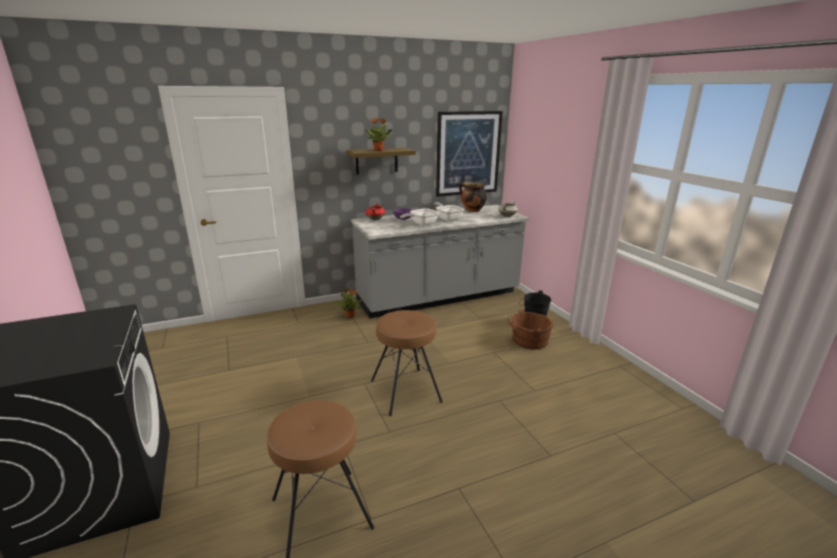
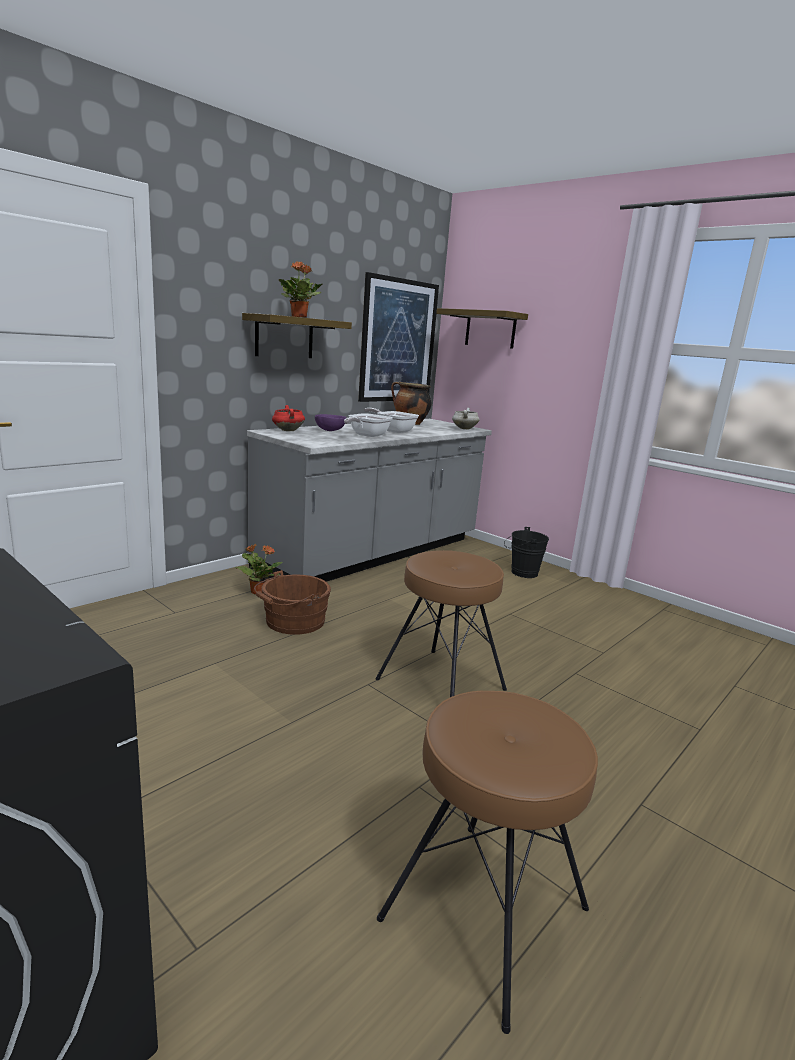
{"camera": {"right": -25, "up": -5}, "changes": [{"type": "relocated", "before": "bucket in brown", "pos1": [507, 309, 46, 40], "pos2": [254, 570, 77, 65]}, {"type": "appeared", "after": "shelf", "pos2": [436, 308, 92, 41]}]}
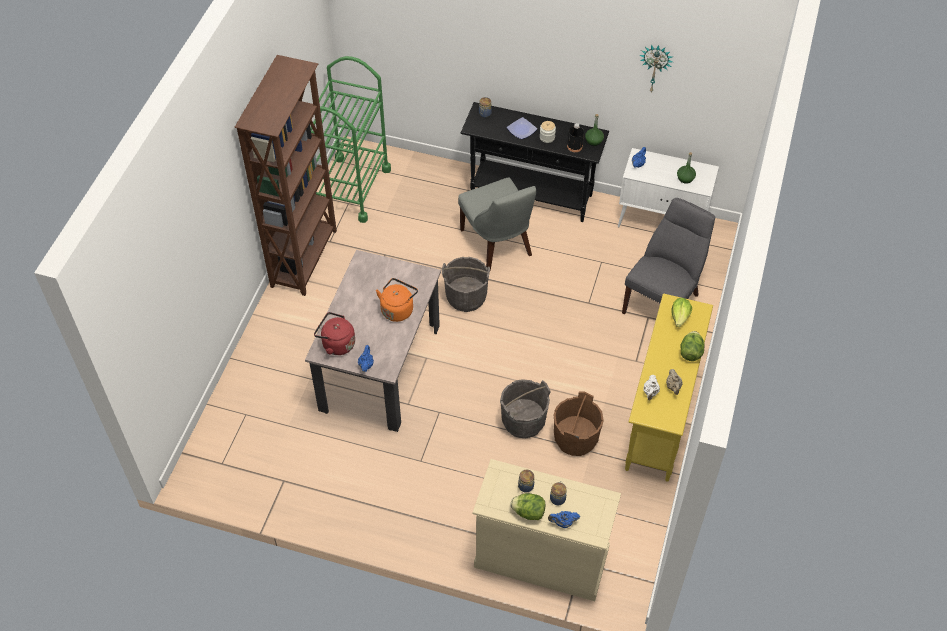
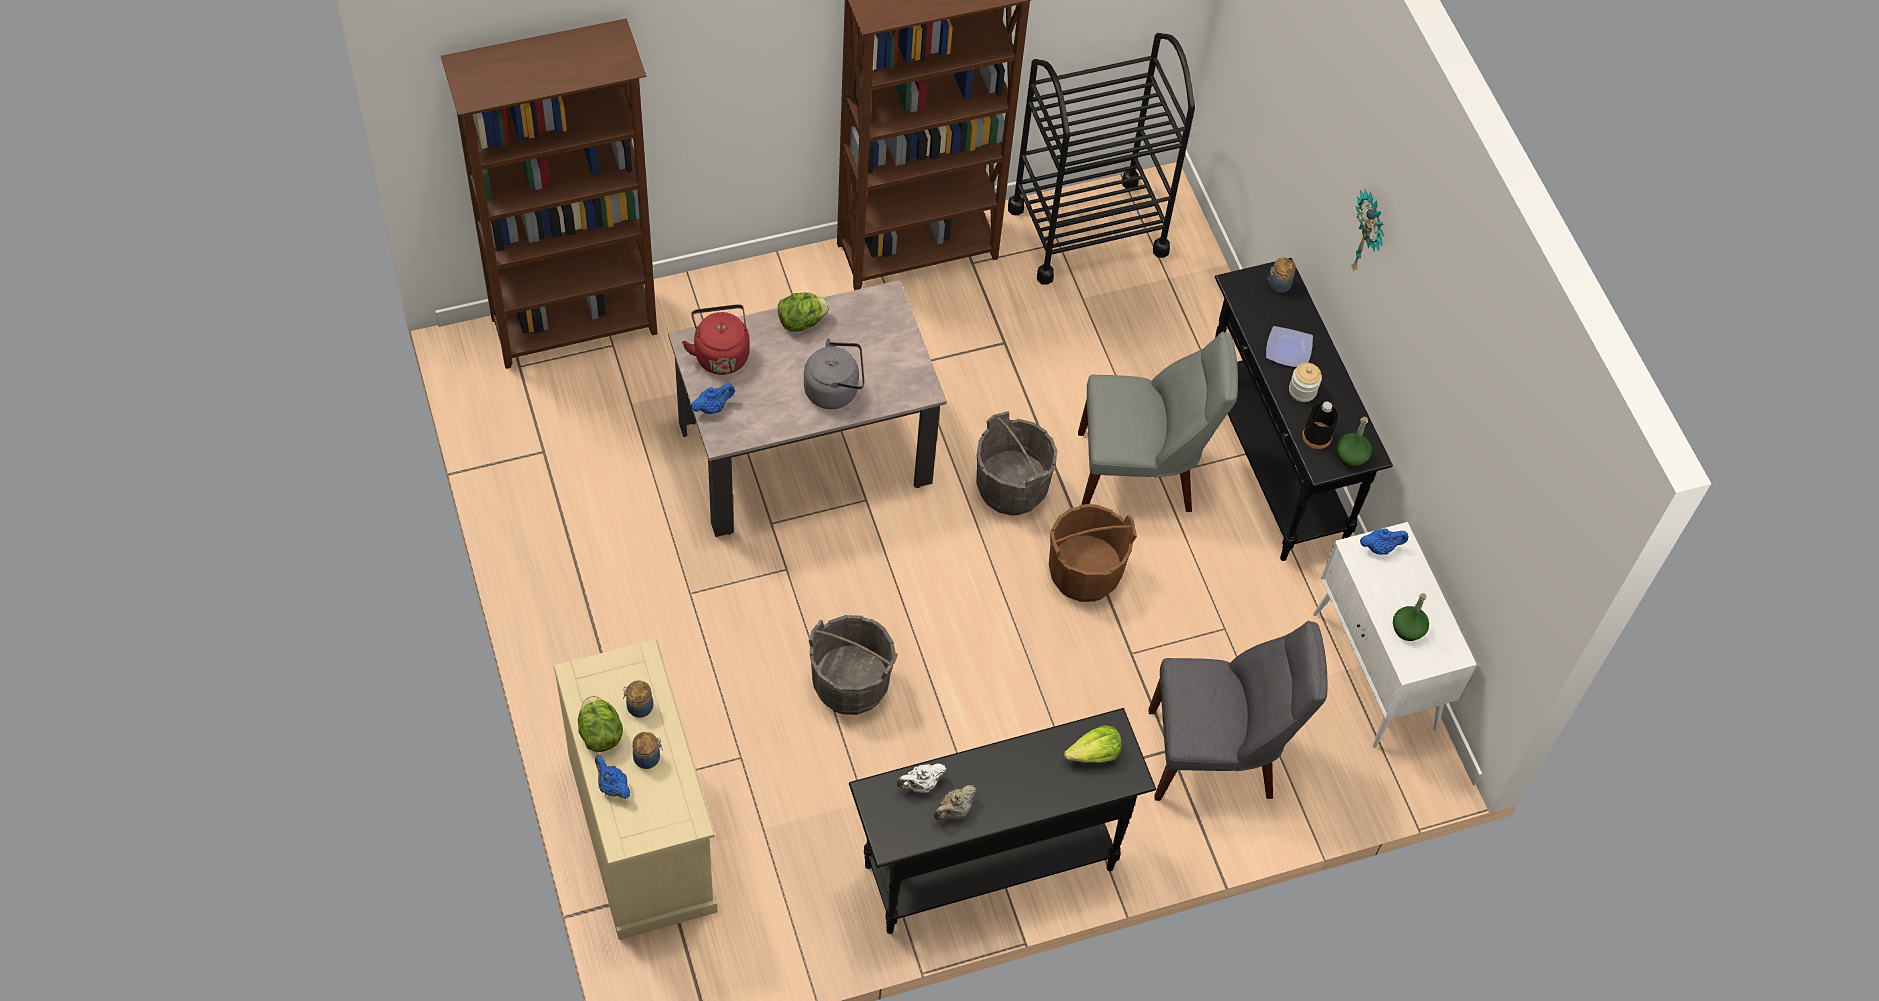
{"camera": {"right": 50, "up": 5}, "changes": [{"type": "relocated", "before": "wall clock", "pos1": [639, 45, 33, 47], "pos2": [1351, 189, 33, 82]}, {"type": "colour", "before": "cart in green", "after": "cart in black", "pos1": [310, 56, 81, 167], "pos2": [1008, 33, 187, 252]}, {"type": "spun", "before": "chair in grey", "pos1": [458, 177, 78, 94], "pos2": [1078, 332, 160, 180], "turn": -120}, {"type": "colour", "before": "kettle in orange", "after": "kettle in grey", "pos1": [376, 278, 42, 44], "pos2": [804, 339, 61, 70]}, {"type": "colour", "before": "console table in yellow", "after": "console table in black", "pos1": [625, 293, 88, 188], "pos2": [849, 708, 307, 226]}, {"type": "relocated", "before": "lettuce", "pos1": [680, 331, 25, 30], "pos2": [778, 292, 51, 40]}, {"type": "relocated", "before": "bucket in brown", "pos1": [553, 392, 51, 64], "pos2": [1049, 504, 88, 98]}, {"type": "appeared", "after": "bookcase in brown", "pos2": [441, 18, 216, 351]}]}
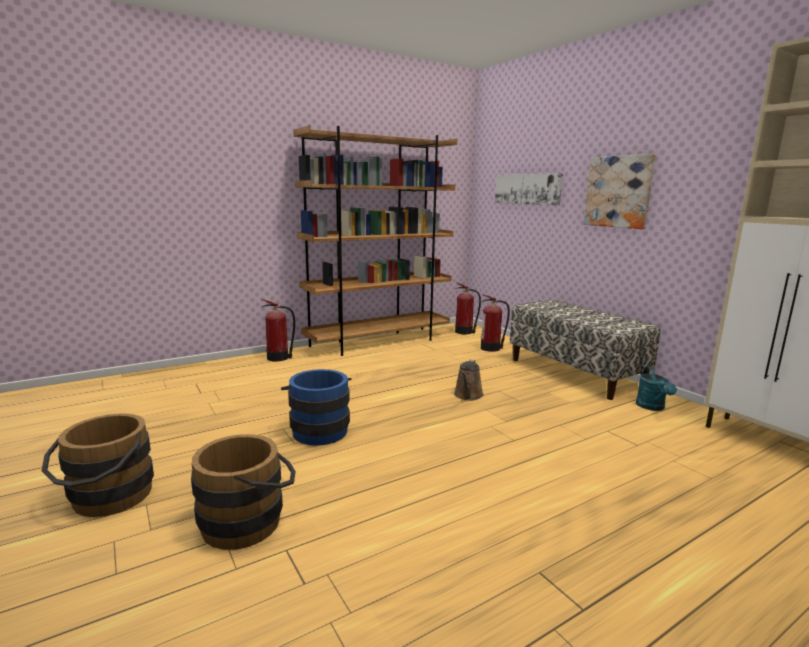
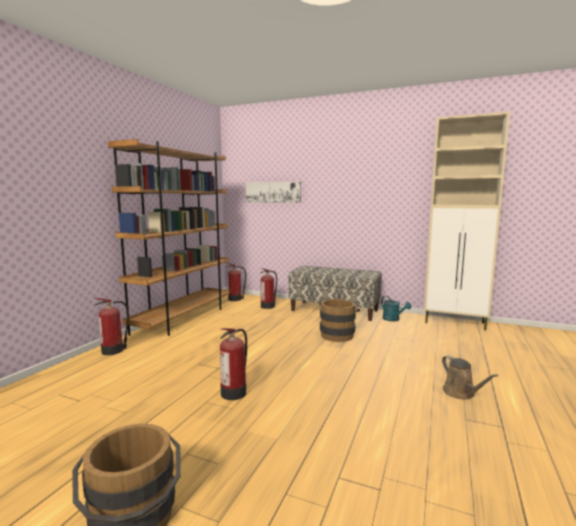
{"camera": {"right": -35, "up": -5}, "changes": [{"type": "missing", "before": "picture", "pos1": [584, 154, 72, 75]}, {"type": "relocated", "before": "watering can in brown", "pos1": [454, 360, 30, 40], "pos2": [442, 355, 56, 44]}, {"type": "exchanged", "before": "bucket in blue", "after": "fire extinguisher", "pos1": [281, 369, 71, 77], "pos2": [220, 328, 27, 72]}, {"type": "relocated", "before": "bucket in brown", "pos1": [191, 434, 105, 116], "pos2": [319, 299, 41, 43]}]}
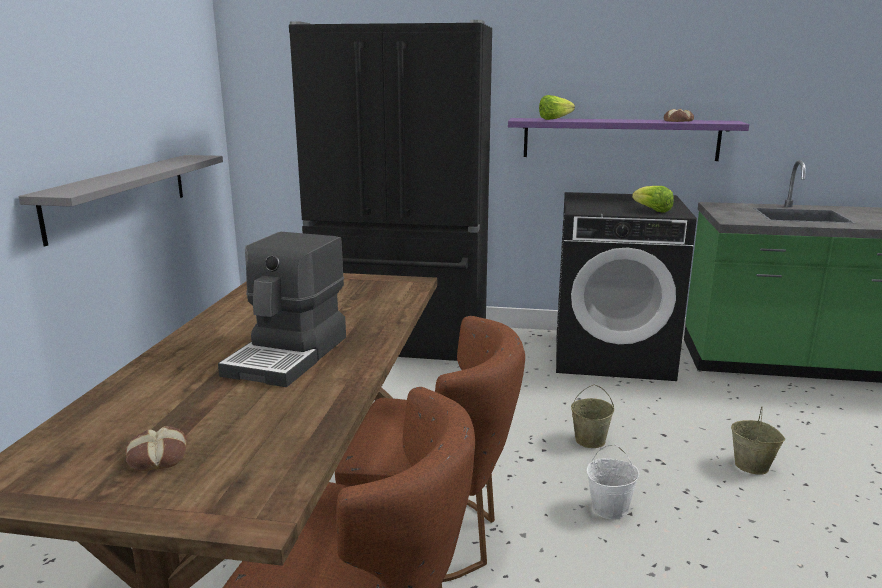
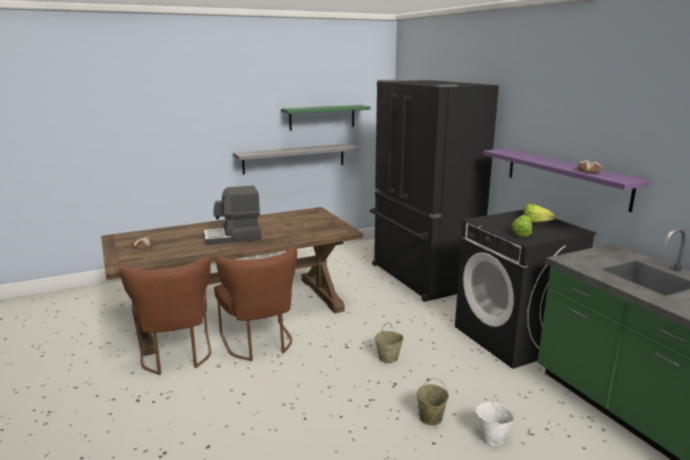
{"camera": {"right": 55, "up": 0}, "changes": [{"type": "relocated", "before": "lettuce", "pos1": [539, 95, 36, 25], "pos2": [523, 204, 33, 19]}, {"type": "relocated", "before": "bucket in white", "pos1": [587, 444, 52, 75], "pos2": [476, 395, 39, 51]}, {"type": "appeared", "after": "shelf in green", "pos2": [281, 105, 89, 26]}]}
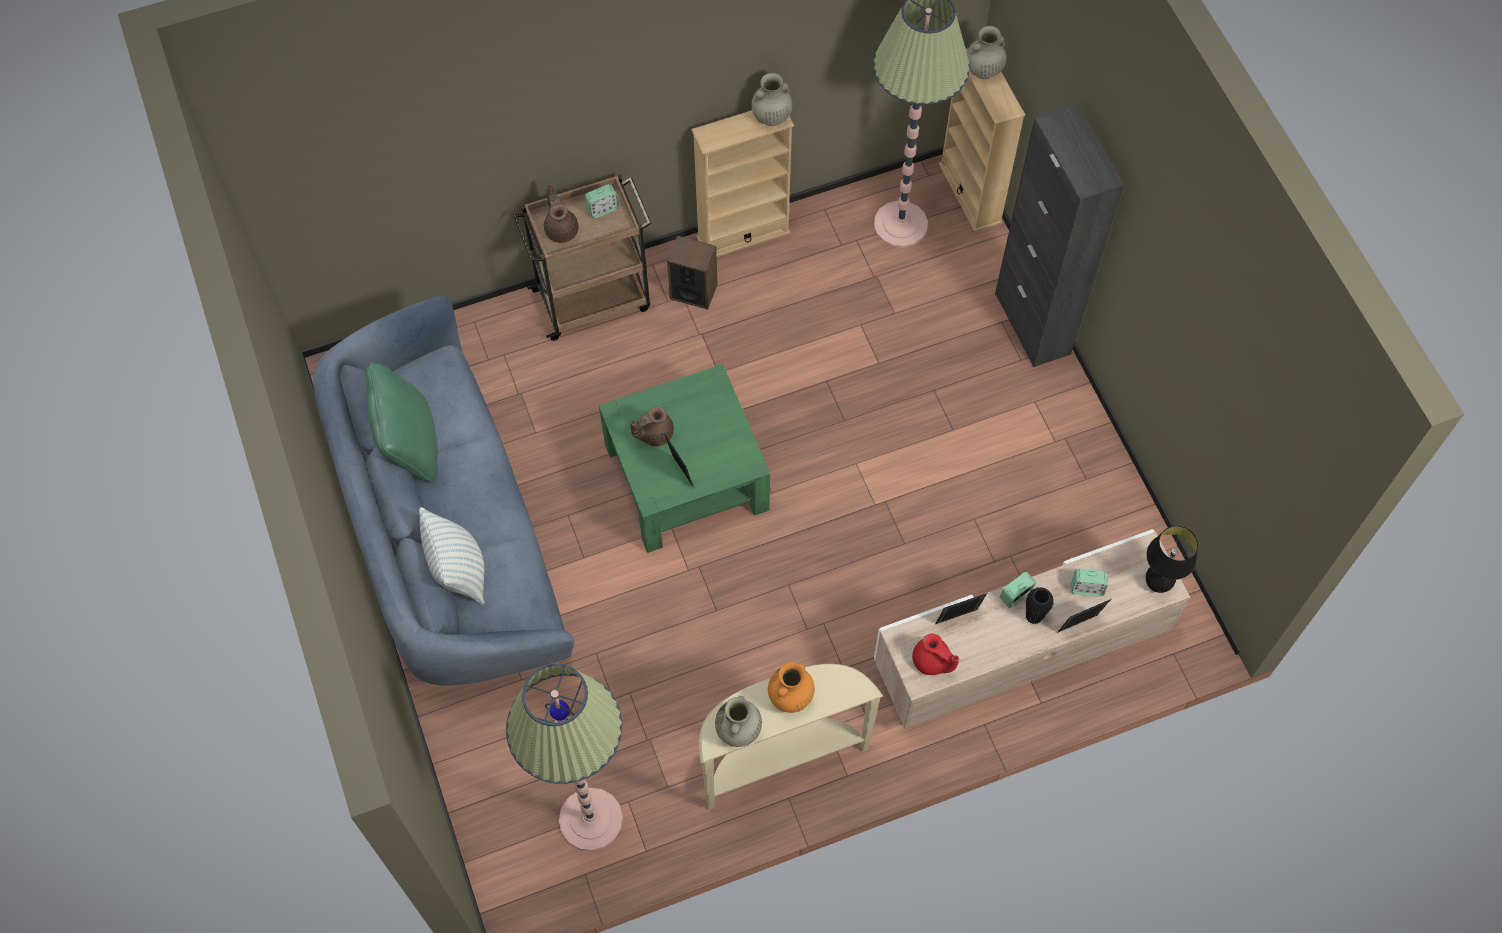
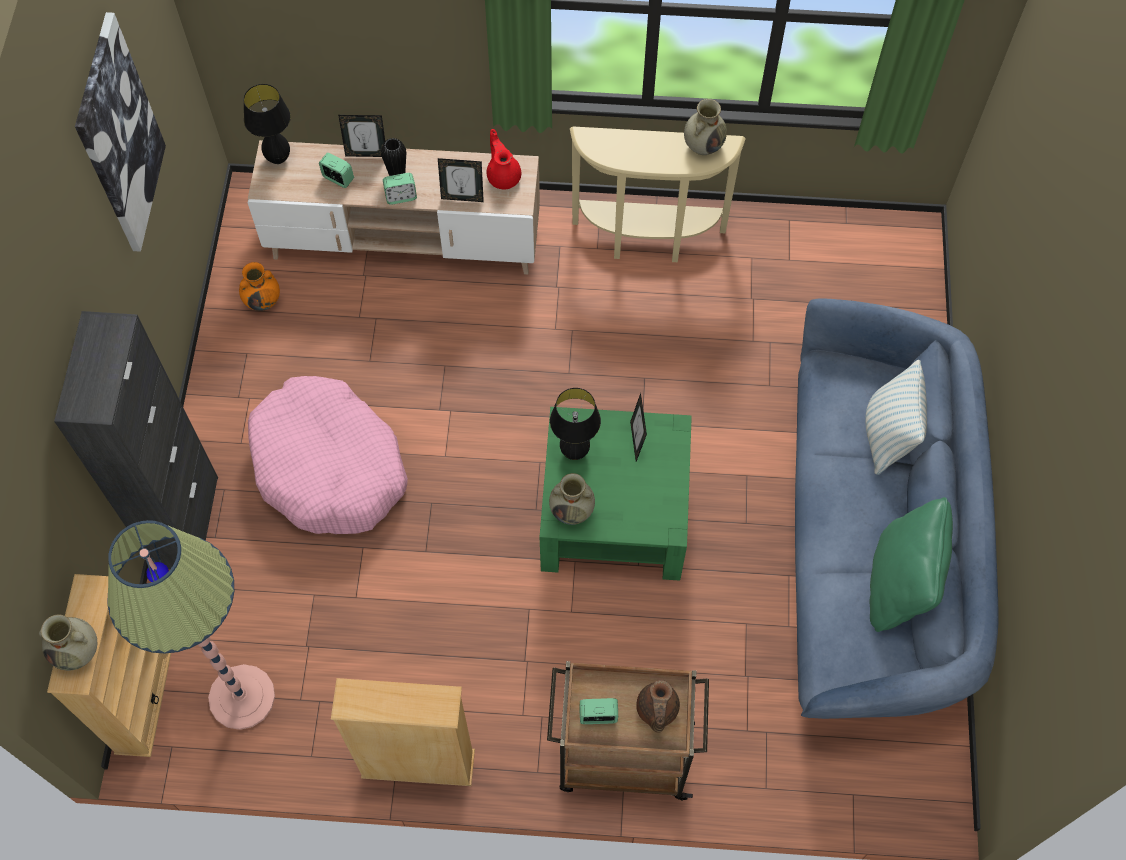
{"camera": {"right": -155, "up": 0}, "changes": [{"type": "relocated", "before": "vase in beige", "pos1": [752, 73, 40, 53], "pos2": [549, 473, 46, 52]}, {"type": "missing", "before": "speaker", "pos1": [667, 235, 50, 75]}, {"type": "missing", "before": "teapot in brown", "pos1": [630, 406, 44, 40]}, {"type": "relocated", "before": "vase in orange", "pos1": [768, 662, 47, 51], "pos2": [239, 262, 41, 49]}, {"type": "missing", "before": "floor lamp", "pos1": [506, 664, 117, 187]}, {"type": "appeared", "after": "picture", "pos2": [75, 12, 91, 240]}, {"type": "appeared", "after": "dog bed in pink", "pos2": [248, 376, 160, 158]}, {"type": "appeared", "after": "table lamp in black", "pos2": [550, 388, 51, 72]}]}
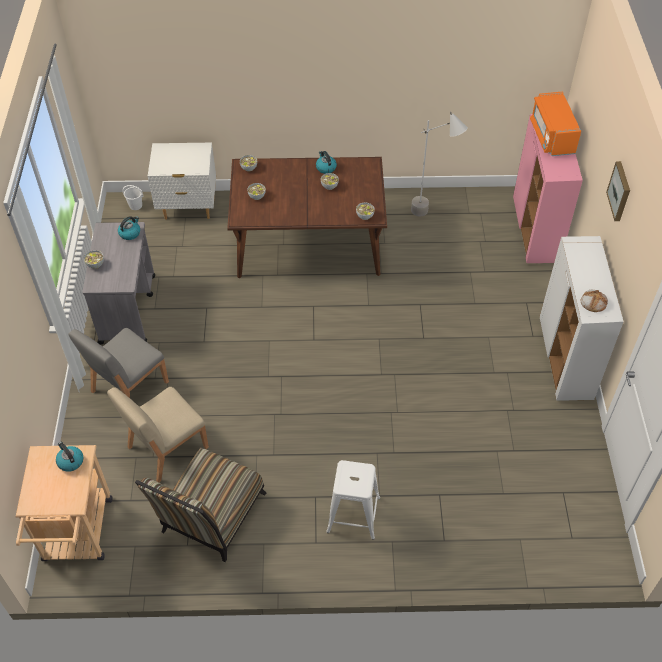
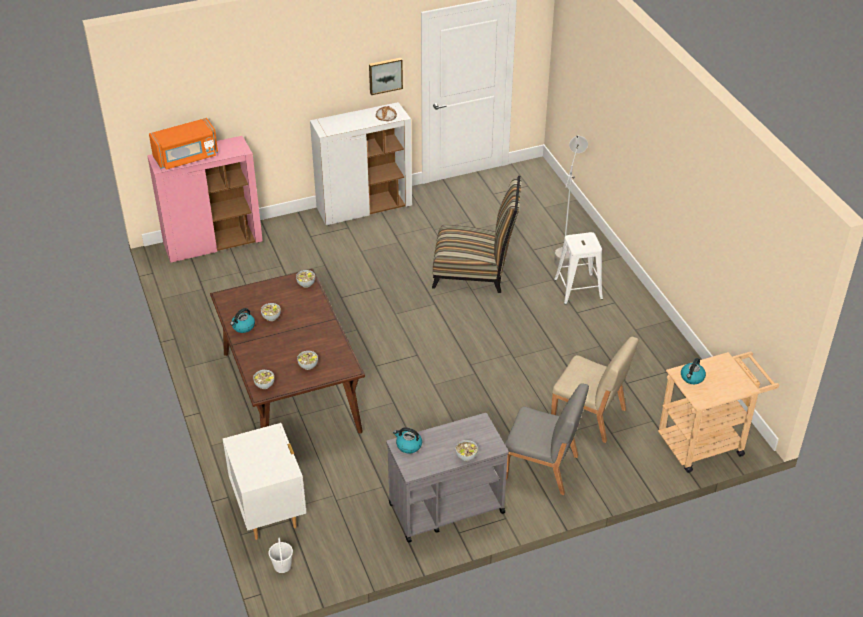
{"camera": {"right": -110, "up": -10}, "changes": [{"type": "relocated", "before": "floor lamp in grey", "pos1": [411, 112, 57, 104], "pos2": [554, 135, 34, 133]}, {"type": "relocated", "before": "picture", "pos1": [606, 161, 24, 60], "pos2": [369, 58, 34, 37]}, {"type": "relocated", "before": "chair", "pos1": [135, 448, 131, 114], "pos2": [432, 176, 89, 117]}]}
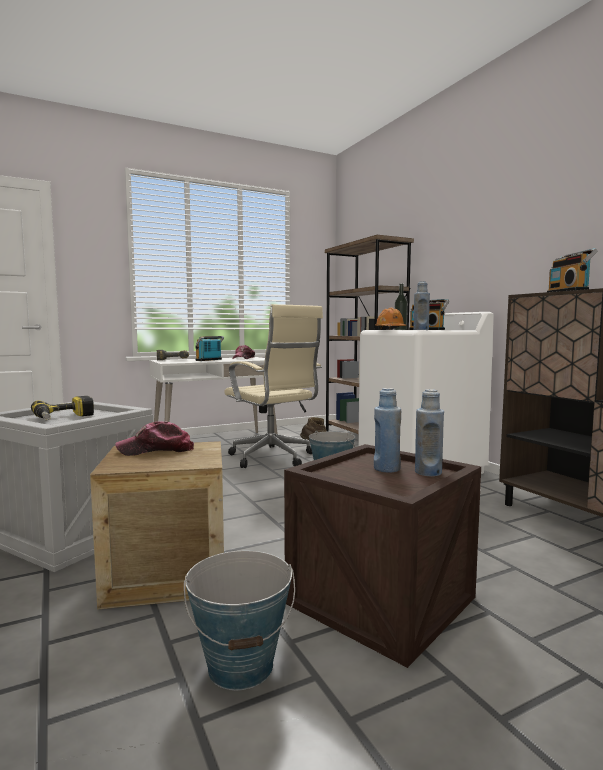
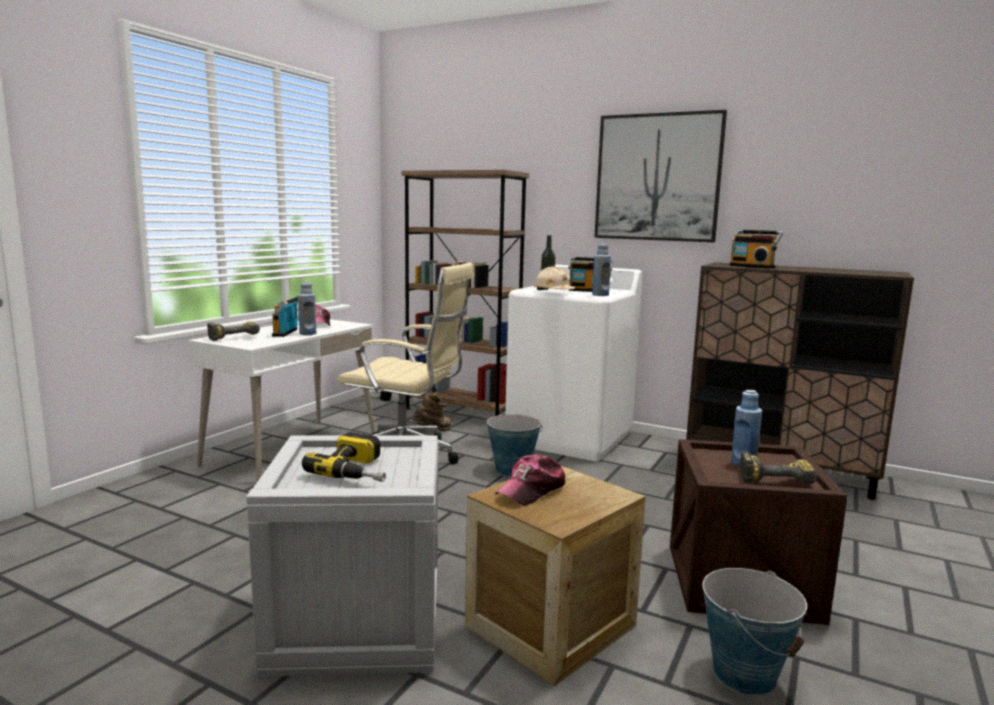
{"camera": {"right": -35, "up": 5}, "changes": [{"type": "colour", "before": "hard hat in orange", "after": "hard hat in beige", "pos1": [375, 308, 32, 22], "pos2": [533, 266, 42, 24]}, {"type": "relocated", "before": "bottle in blue", "pos1": [415, 389, 29, 87], "pos2": [298, 281, 18, 54]}, {"type": "appeared", "after": "picture", "pos2": [594, 110, 133, 132]}, {"type": "appeared", "after": "power drill", "pos2": [740, 451, 77, 33]}]}
